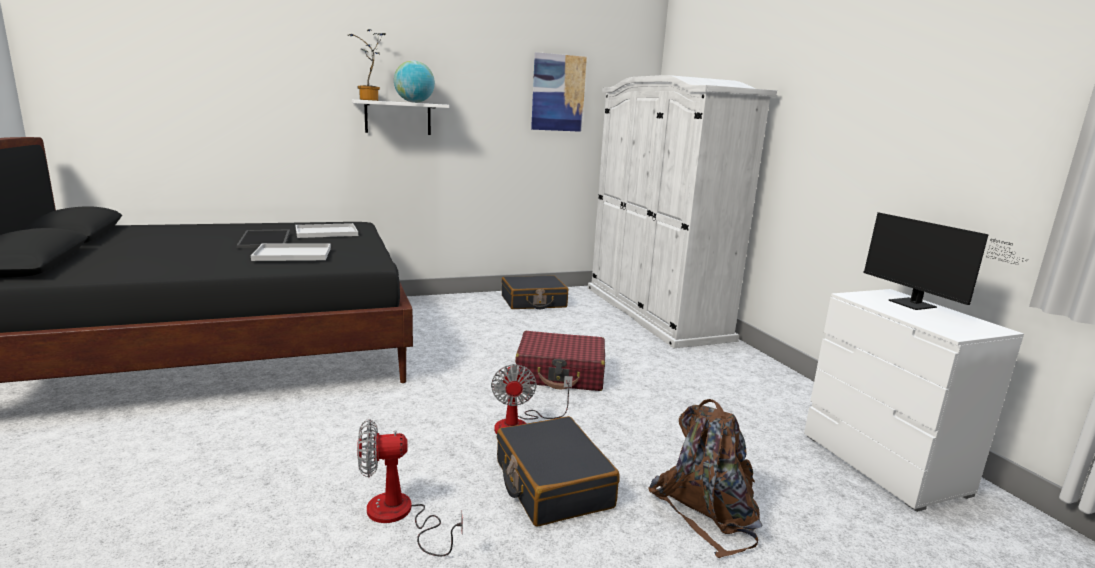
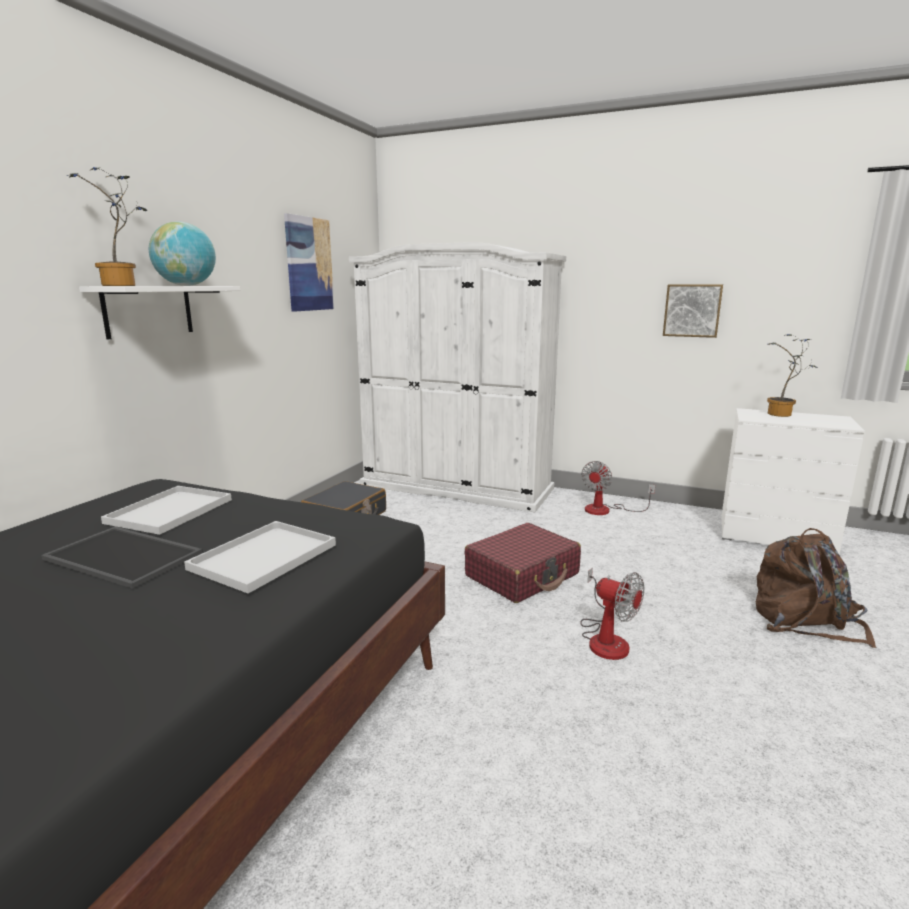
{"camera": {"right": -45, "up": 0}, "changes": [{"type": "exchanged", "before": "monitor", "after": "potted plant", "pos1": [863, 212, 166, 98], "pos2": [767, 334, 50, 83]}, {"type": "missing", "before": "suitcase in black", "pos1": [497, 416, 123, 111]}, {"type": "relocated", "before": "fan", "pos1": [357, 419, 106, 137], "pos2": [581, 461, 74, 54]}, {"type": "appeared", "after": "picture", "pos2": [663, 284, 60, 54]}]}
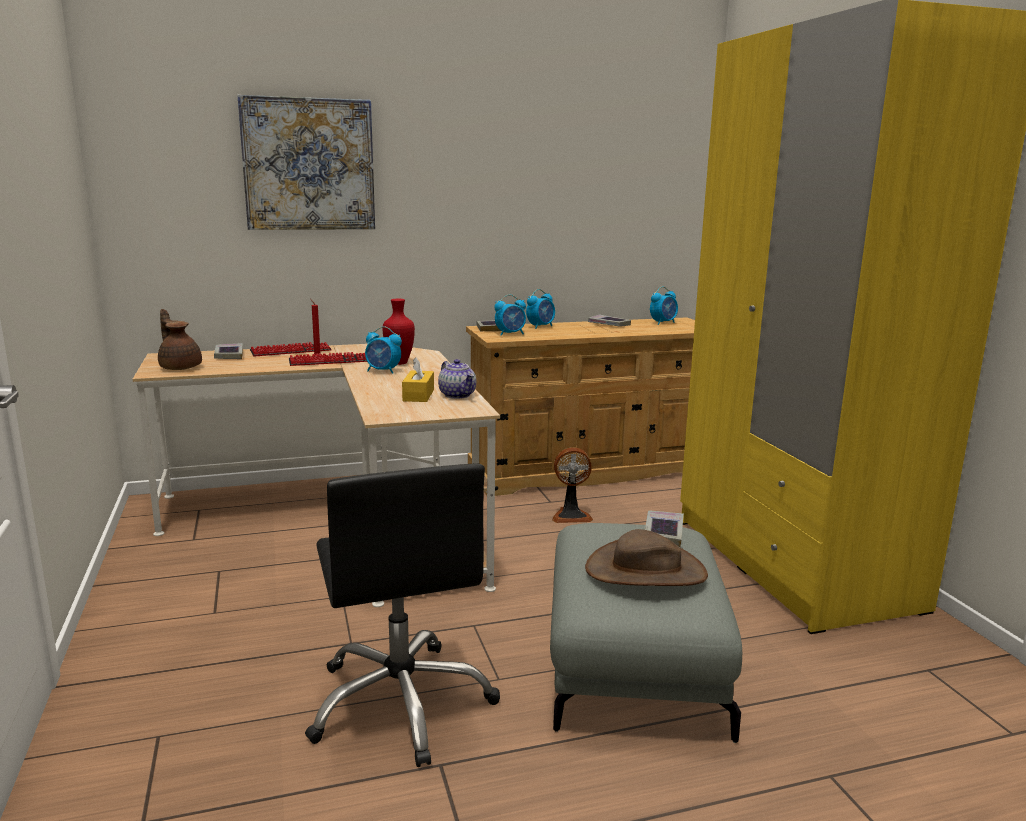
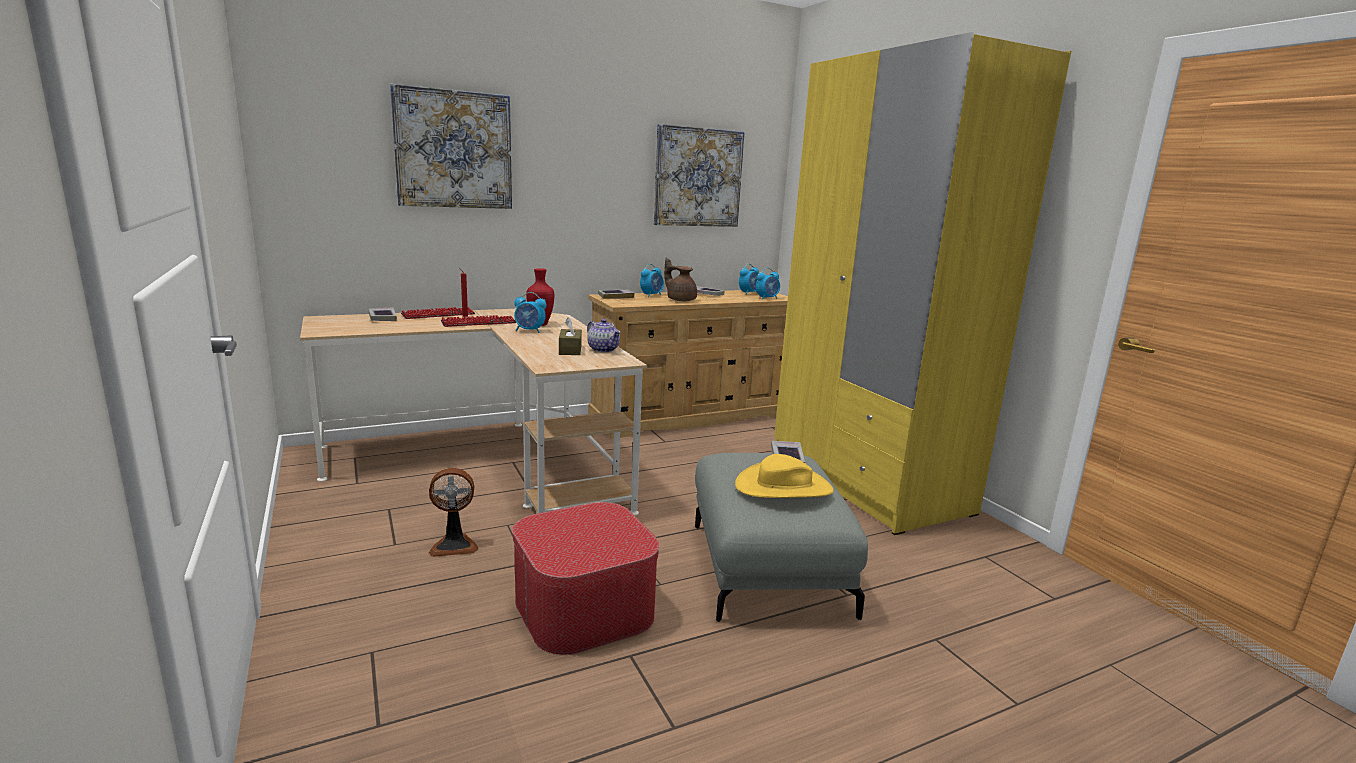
{"camera": {"right": -10, "up": 0}, "changes": [{"type": "relocated", "before": "alarm clock", "pos1": [494, 294, 32, 42], "pos2": [756, 268, 24, 32]}, {"type": "relocated", "before": "teapot in brown", "pos1": [158, 309, 44, 61], "pos2": [664, 258, 33, 43]}, {"type": "colour", "before": "tissue box in yellow", "after": "tissue box in brown", "pos1": [402, 358, 32, 44], "pos2": [559, 317, 23, 38]}, {"type": "relocated", "before": "fan", "pos1": [552, 447, 41, 76], "pos2": [429, 468, 50, 89]}, {"type": "exchanged", "before": "office chair in black", "after": "ottoman", "pos1": [305, 464, 195, 303], "pos2": [512, 502, 148, 153]}, {"type": "colour", "before": "hat in brown", "after": "hat in yellow", "pos1": [585, 529, 123, 57], "pos2": [735, 454, 99, 44]}, {"type": "appeared", "after": "picture", "pos2": [653, 124, 92, 103]}]}
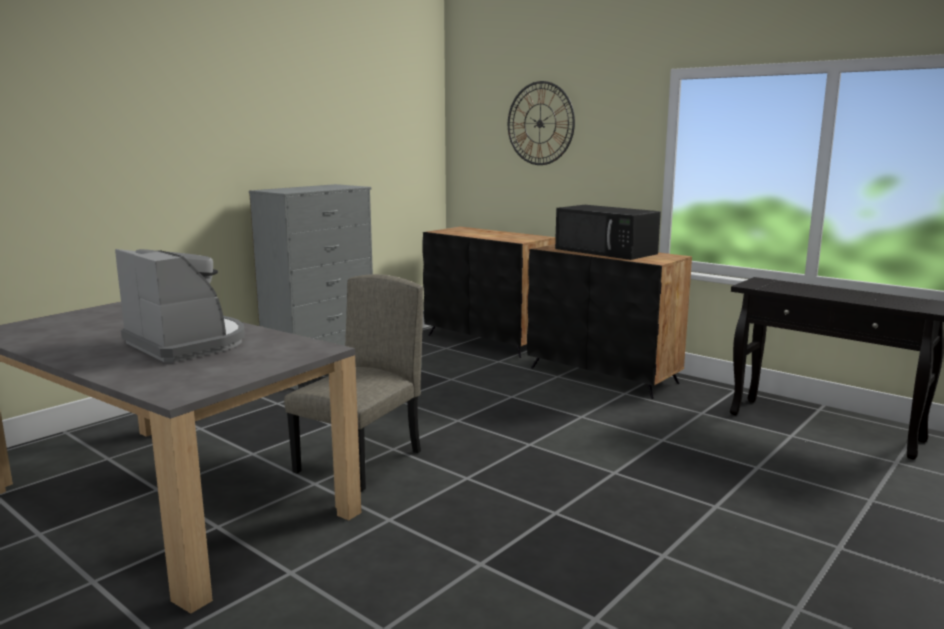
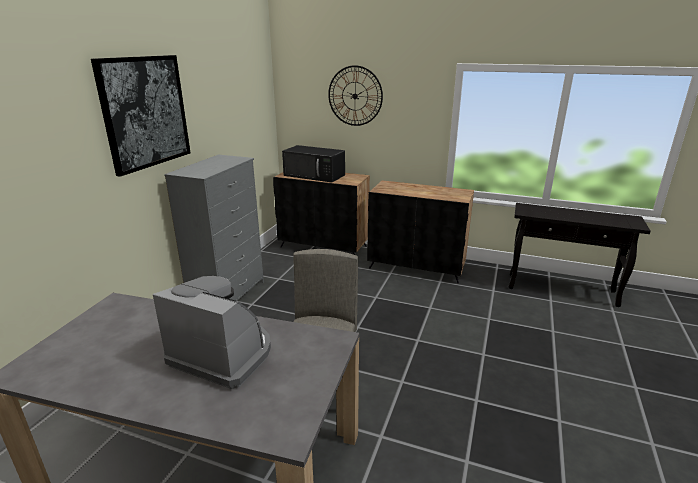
{"camera": {"right": -20, "up": 10}, "changes": [{"type": "relocated", "before": "microwave in black", "pos1": [555, 205, 106, 55], "pos2": [282, 145, 63, 38]}, {"type": "appeared", "after": "picture", "pos2": [91, 55, 99, 122]}]}
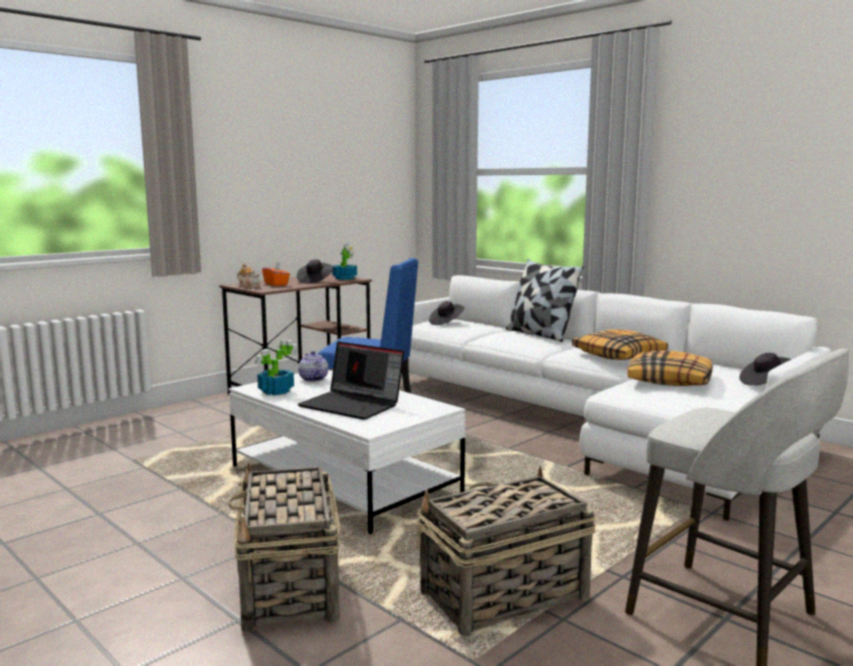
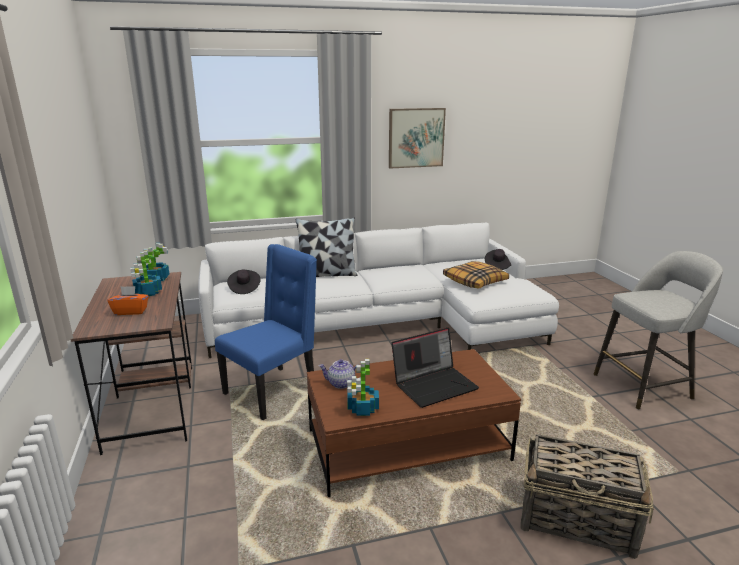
{"camera": {"right": -60, "up": 10}, "changes": [{"type": "exchanged", "before": "hat in black", "after": "potted plant", "pos1": [297, 259, 36, 25], "pos2": [130, 251, 32, 45]}, {"type": "missing", "before": "teapot", "pos1": [237, 264, 23, 24]}, {"type": "missing", "before": "pillow", "pos1": [572, 329, 96, 31]}, {"type": "colour", "before": "coffee table in white", "after": "coffee table in brown", "pos1": [229, 370, 236, 164], "pos2": [307, 349, 214, 148]}, {"type": "missing", "before": "basket", "pos1": [417, 466, 179, 170]}, {"type": "appeared", "after": "picture", "pos2": [389, 108, 57, 61]}]}
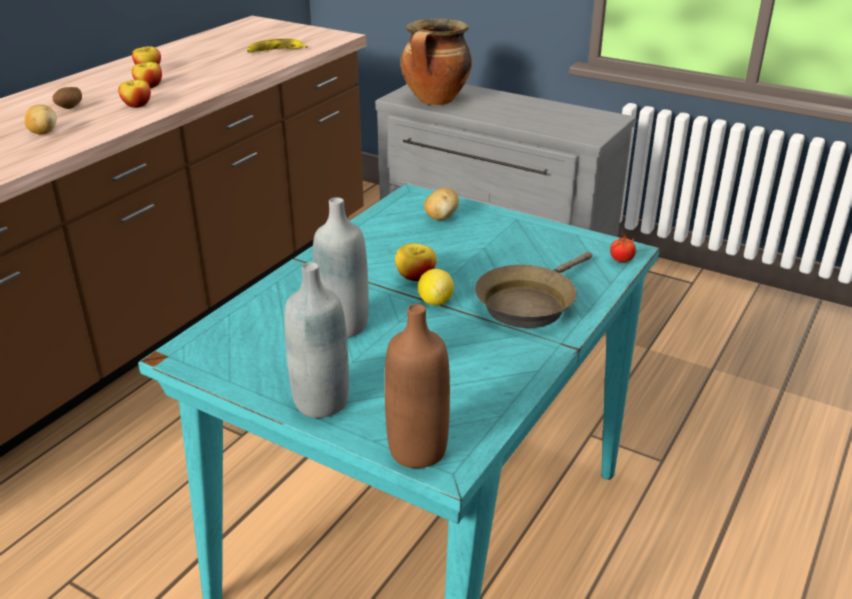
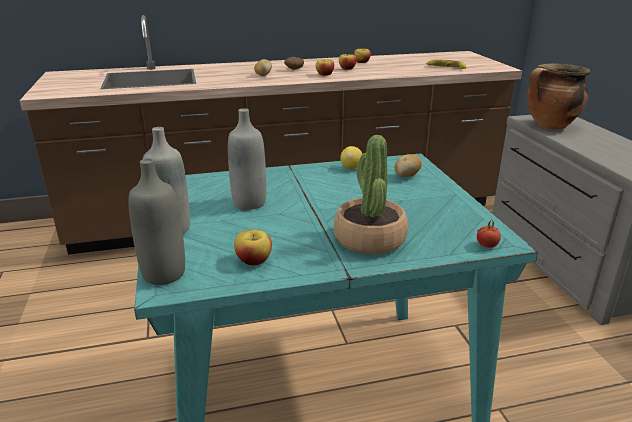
{"camera": {"right": 45, "up": -5}, "changes": [{"type": "relocated", "before": "apple", "pos1": [395, 243, 41, 38], "pos2": [234, 229, 38, 36]}, {"type": "exchanged", "before": "frying pan in brown", "after": "potted plant", "pos1": [475, 252, 117, 76], "pos2": [334, 135, 74, 119]}, {"type": "relocated", "before": "lemon", "pos1": [418, 269, 36, 36], "pos2": [340, 146, 22, 23]}, {"type": "colour", "before": "bottle in brown", "after": "bottle in grey", "pos1": [385, 304, 65, 164], "pos2": [128, 159, 57, 126]}]}
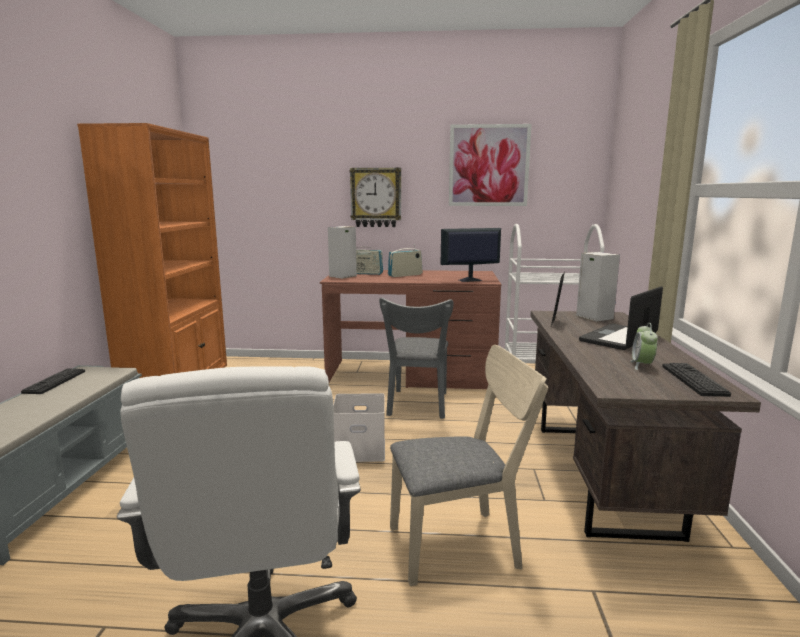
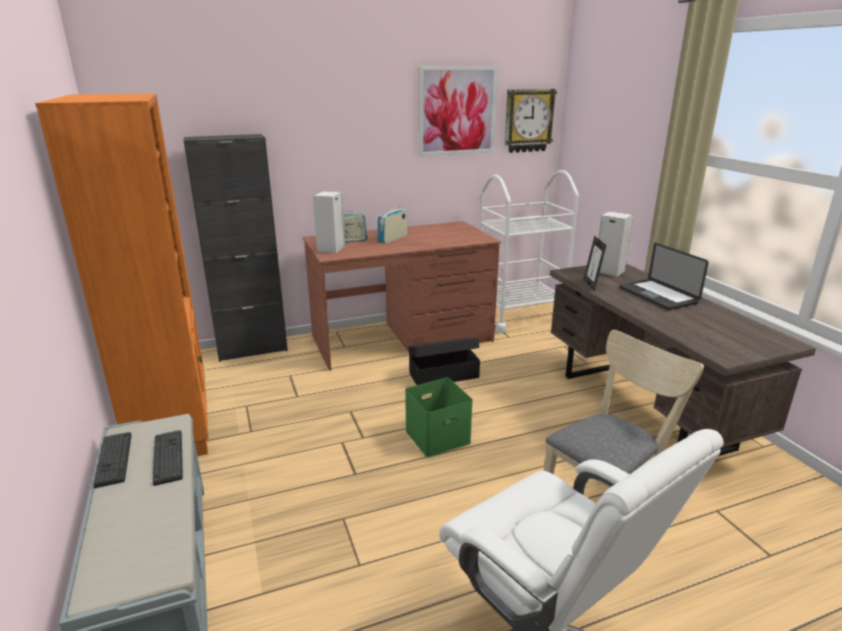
{"camera": {"right": -25, "up": 10}, "changes": [{"type": "relocated", "before": "wall clock", "pos1": [350, 168, 51, 59], "pos2": [504, 89, 53, 64]}, {"type": "missing", "before": "monitor", "pos1": [441, 228, 60, 54]}, {"type": "spun", "before": "laptop", "pos1": [579, 286, 84, 64], "pos2": [619, 243, 90, 67], "turn": -45}, {"type": "exchanged", "before": "chair in grey", "after": "storage box in black", "pos1": [379, 298, 74, 121], "pos2": [408, 338, 72, 47]}, {"type": "missing", "before": "alarm clock", "pos1": [631, 323, 27, 47]}, {"type": "relocated", "before": "keyboard", "pos1": [662, 363, 69, 34], "pos2": [153, 430, 30, 56]}, {"type": "colour", "before": "storage box in white", "after": "storage box in green", "pos1": [333, 393, 52, 69], "pos2": [405, 378, 68, 79]}, {"type": "appeared", "after": "cabinet in black", "pos2": [184, 134, 104, 228]}]}
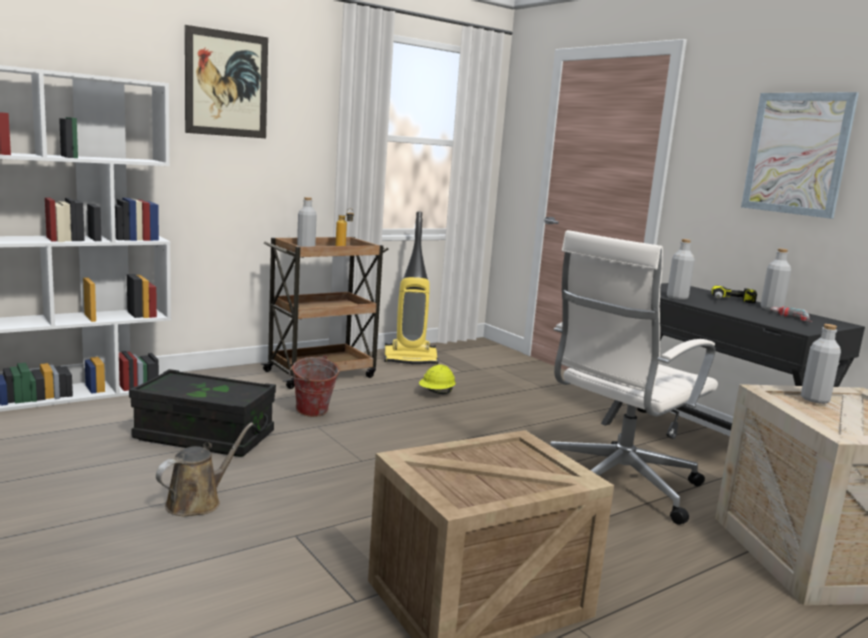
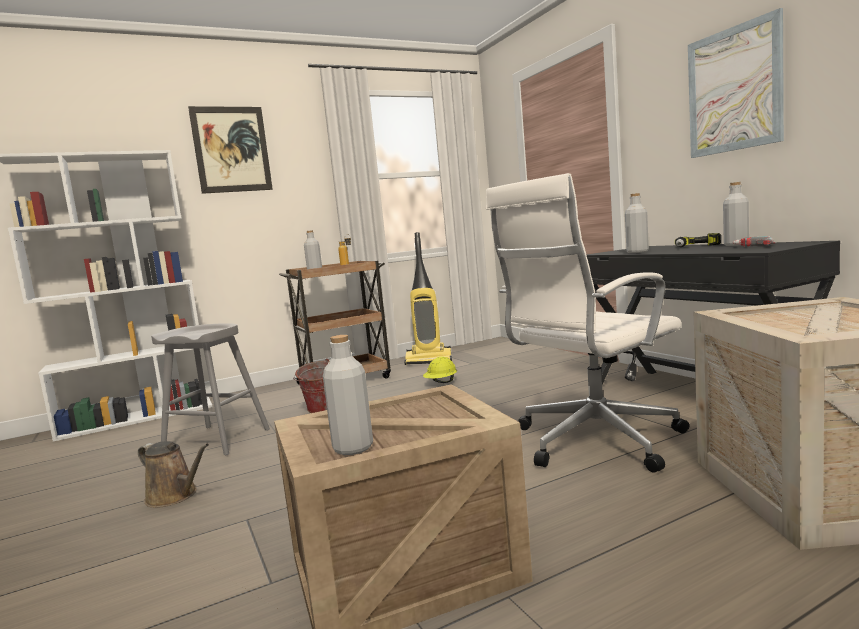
{"camera": {"right": 10, "up": -5}, "changes": [{"type": "relocated", "before": "bottle in grey", "pos1": [801, 324, 40, 80], "pos2": [323, 335, 50, 120]}, {"type": "exchanged", "before": "storage box in black", "after": "stool in grey", "pos1": [129, 369, 147, 88], "pos2": [151, 323, 119, 132]}, {"type": "spun", "before": "watering can in brown", "pos1": [156, 422, 97, 94], "pos2": [138, 441, 71, 67], "turn": 75}]}
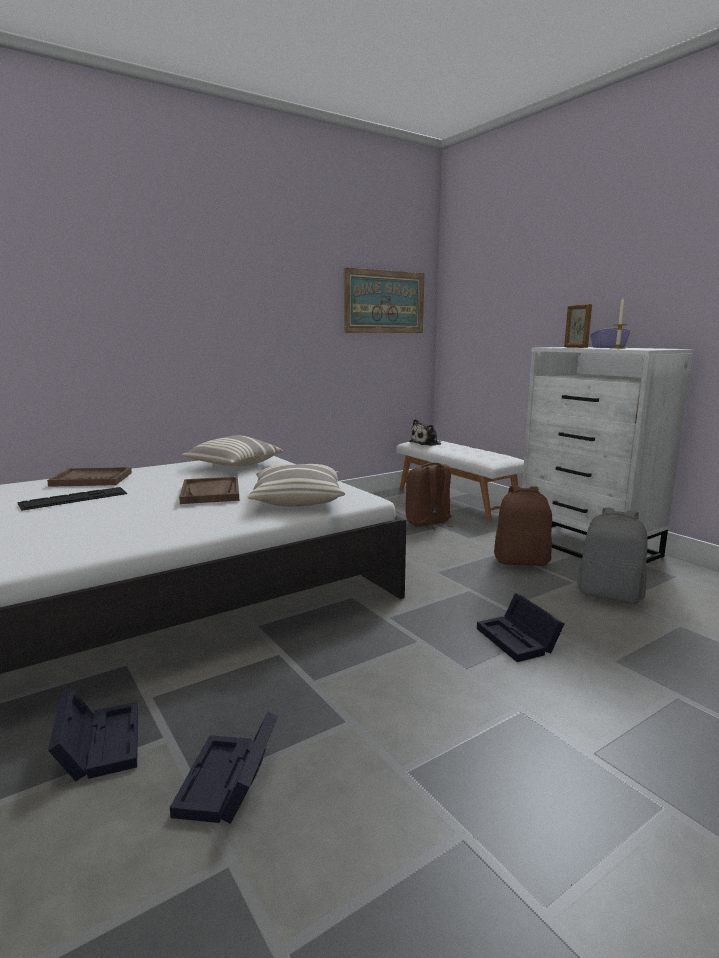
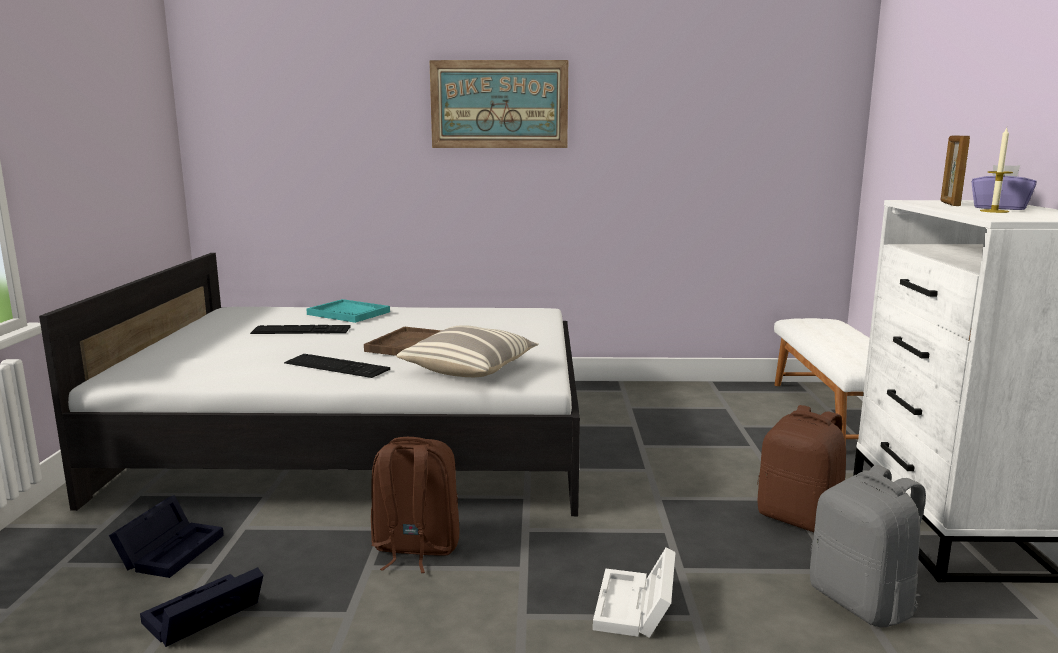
{"camera": {"right": 35, "up": 0}, "changes": [{"type": "relocated", "before": "picture", "pos1": [344, 267, 80, 66], "pos2": [429, 60, 139, 88]}, {"type": "missing", "before": "plush toy", "pos1": [409, 419, 33, 27]}, {"type": "missing", "before": "pillow", "pos1": [182, 436, 101, 30]}, {"type": "relocated", "before": "backpack in brown", "pos1": [405, 463, 48, 67], "pos2": [371, 437, 89, 136]}, {"type": "colour", "before": "tray in brown", "after": "tray in turquoise", "pos1": [47, 467, 85, 20], "pos2": [306, 299, 84, 24]}, {"type": "colour", "before": "storage box in black", "after": "storage box in white", "pos1": [477, 593, 88, 69], "pos2": [593, 547, 83, 91]}, {"type": "appeared", "after": "keyboard", "pos2": [284, 354, 106, 24]}]}
